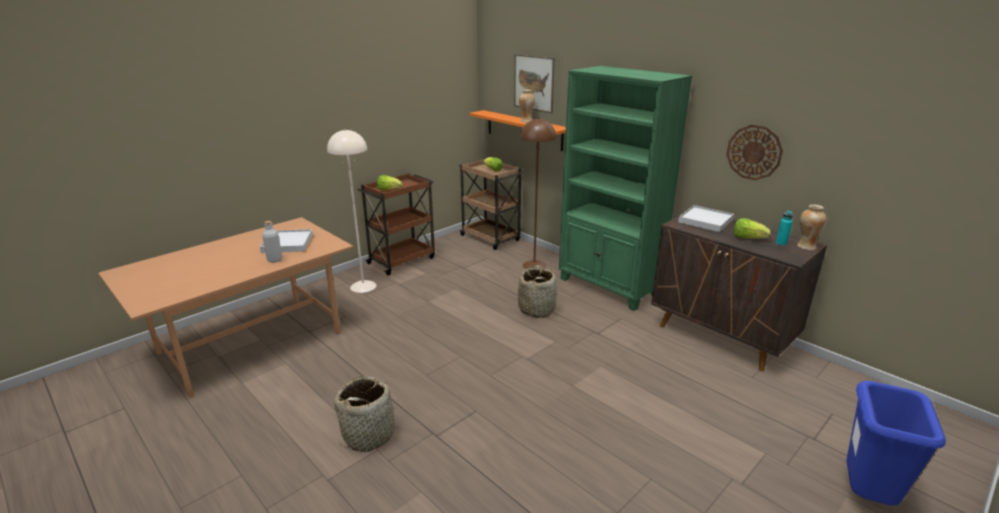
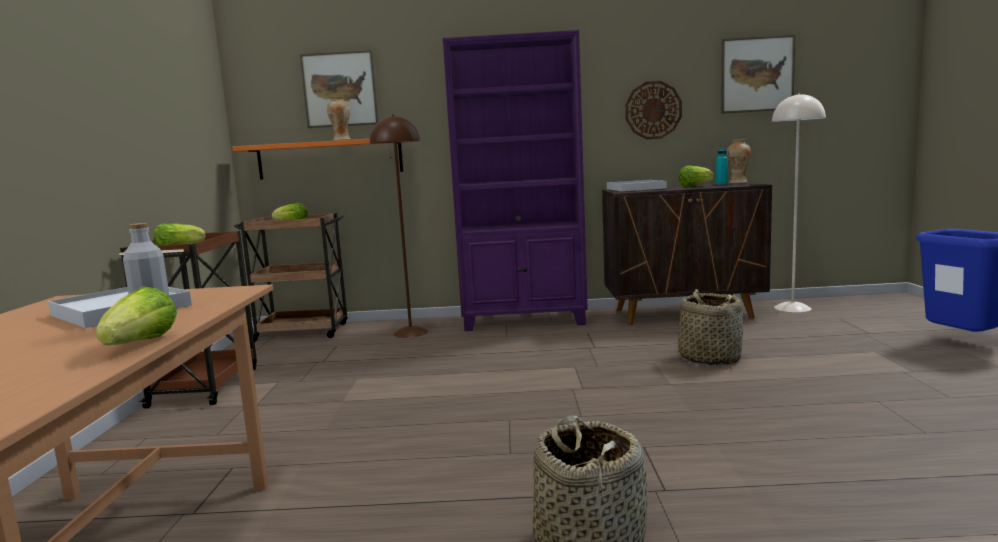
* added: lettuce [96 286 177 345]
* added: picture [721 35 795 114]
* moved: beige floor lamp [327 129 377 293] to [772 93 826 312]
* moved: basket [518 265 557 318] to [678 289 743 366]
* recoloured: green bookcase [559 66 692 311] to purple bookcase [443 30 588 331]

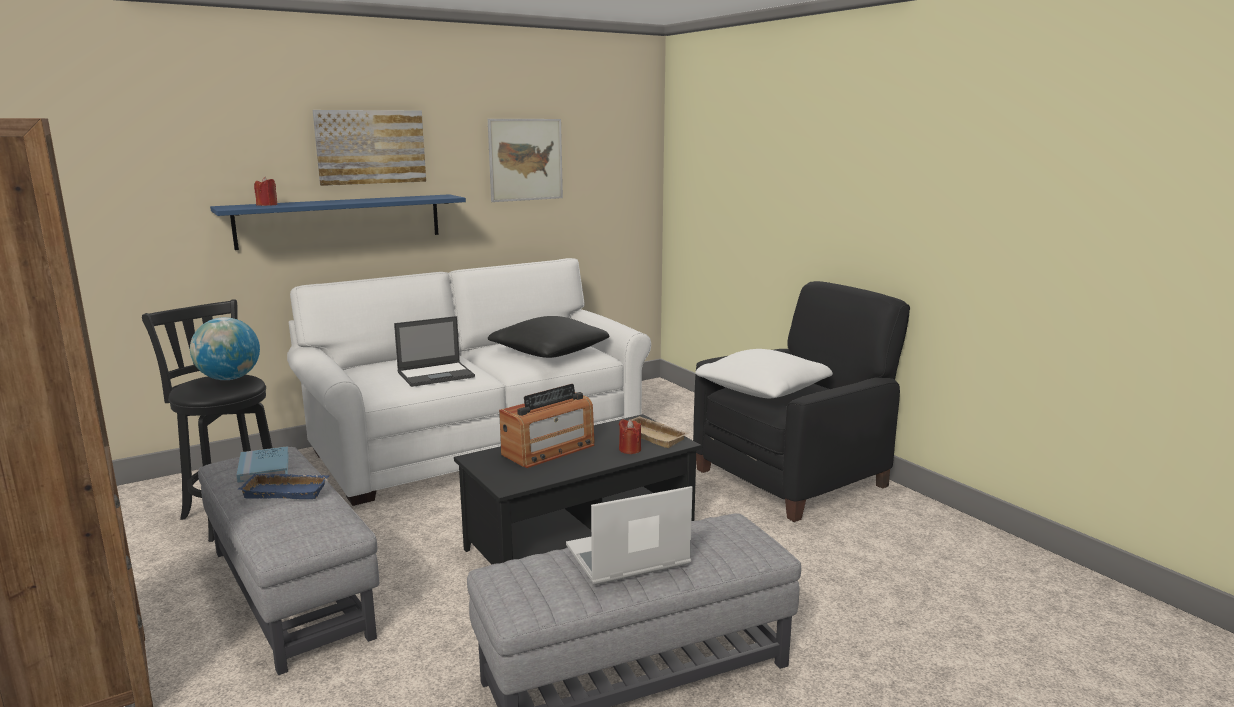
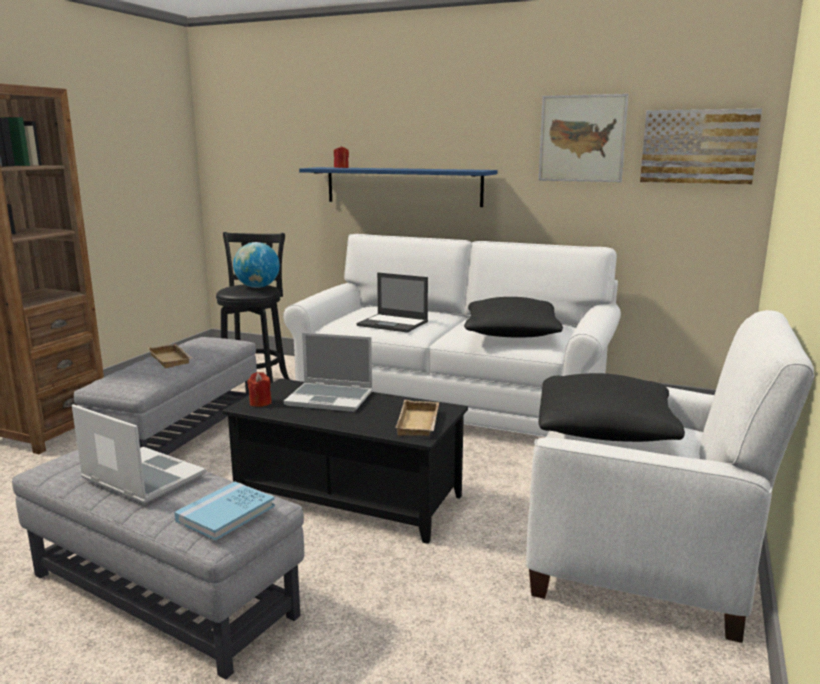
* moved: blue book [237 446 289 483] to [174 482 275 541]
* moved: picture [313 110 426 186] to [640 108 762 184]
* moved: red candle [619 419 641 454] to [247 372 272 407]
* replaced: radio [499 384 595 468] to laptop [284 332 373 412]
* recoloured: blue tray [238 474 330 499] to beige tray [147 344 192 368]
* recoloured: black armchair [693 281 910 522] to white armchair [526 310 814 643]
* recoloured: white pillow [695 349 833 398] to black pillow [538 373 685 442]

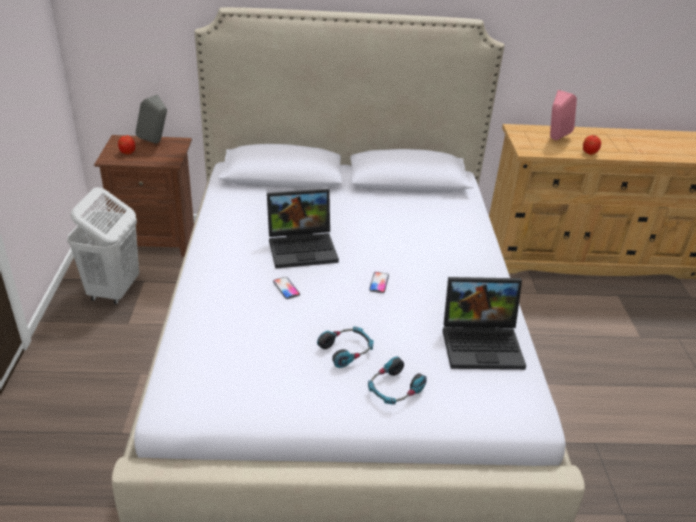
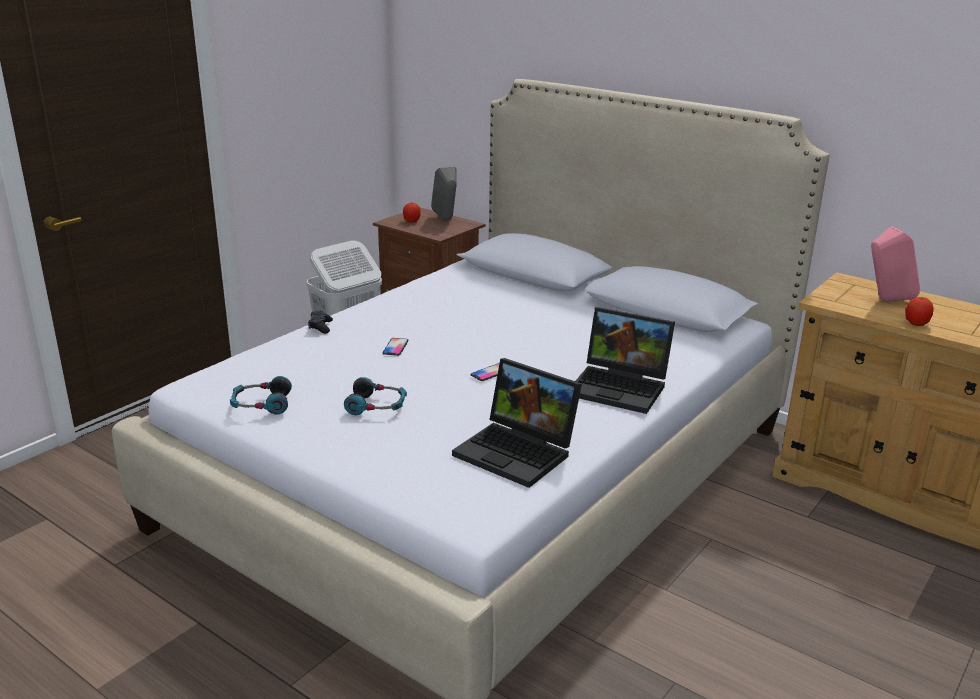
* added: black game controller [308 311 333 334]
* moved: laptop [267 189 339 268] to [576 307 675 414]
* moved: headphones [368 357 427 405] to [230 376 292 414]

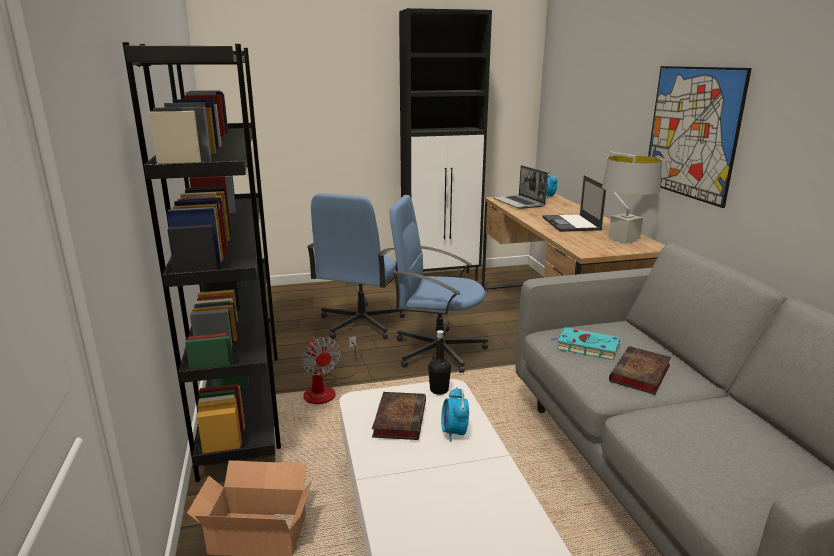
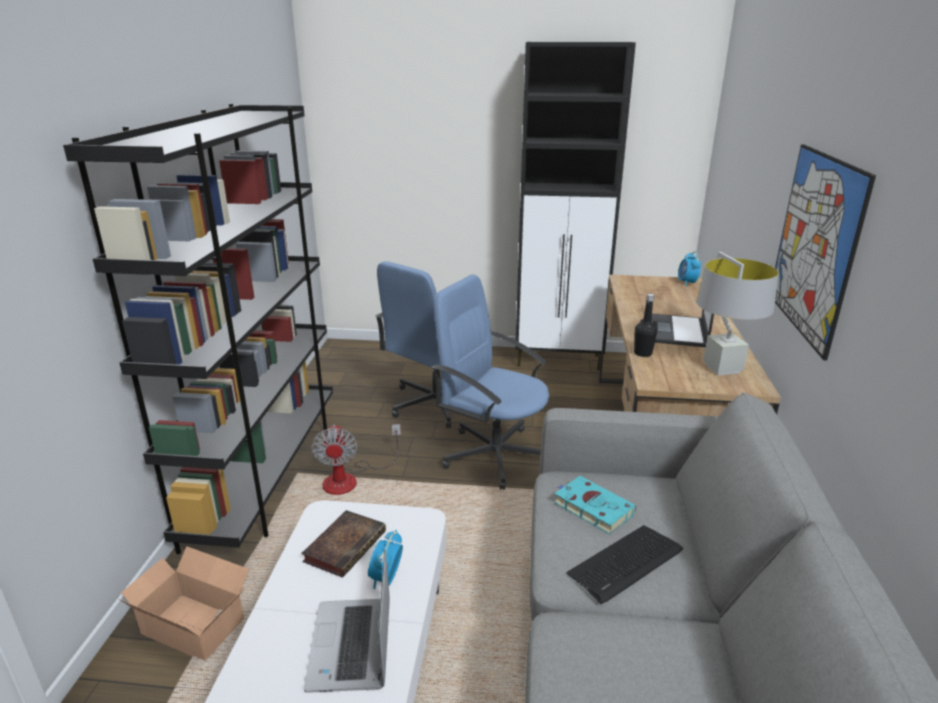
* moved: black bottle [428 330 451 395] to [634 294 657 357]
* moved: laptop [493 165 548 209] to [304 549 390 693]
* replaced: book [609 346 671 395] to keyboard [566 525 683 604]

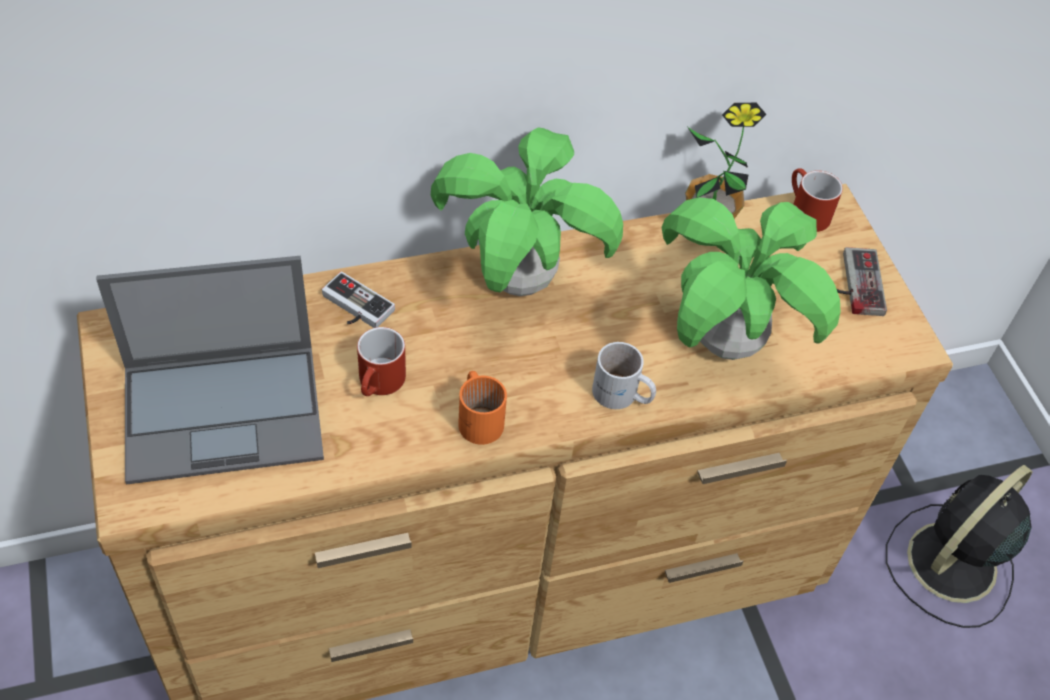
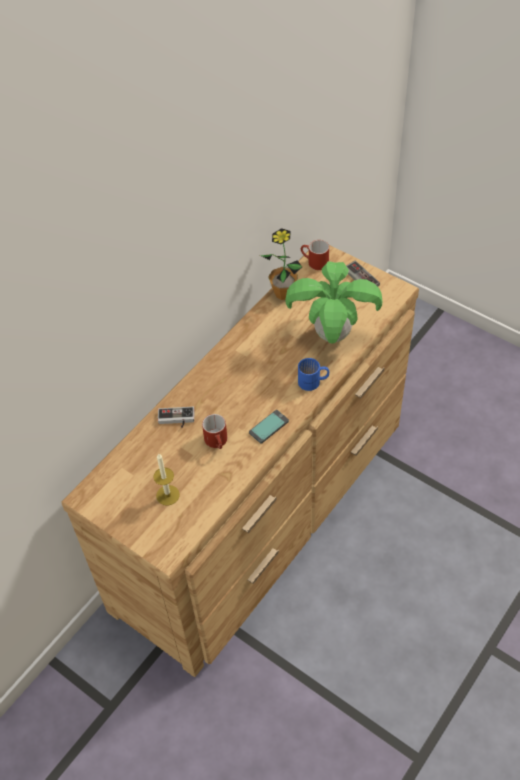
* removed: potted plant [431 128 623 296]
* removed: black fan [886 465 1032 628]
* replaced: laptop [96 256 324 484] to candle [153 454 180 506]
* replaced: orange mug [458 371 507 445] to phone [249 410 289 443]
* recoloured: white mug [592 342 656 409] to blue mug [298 358 329 391]

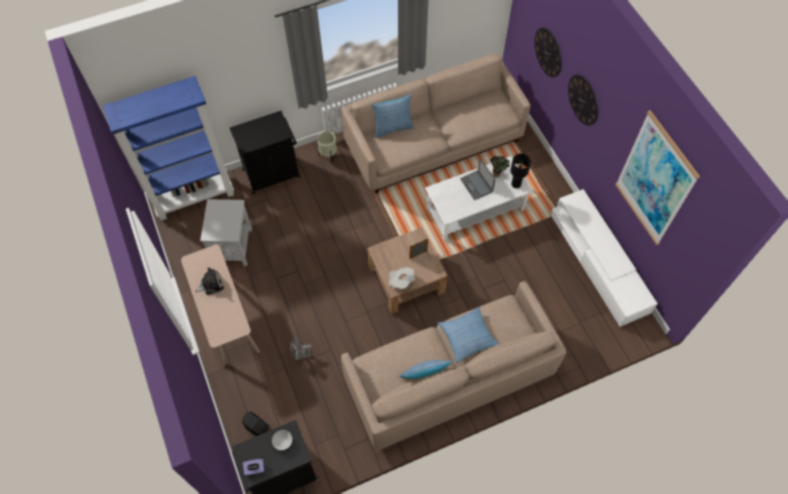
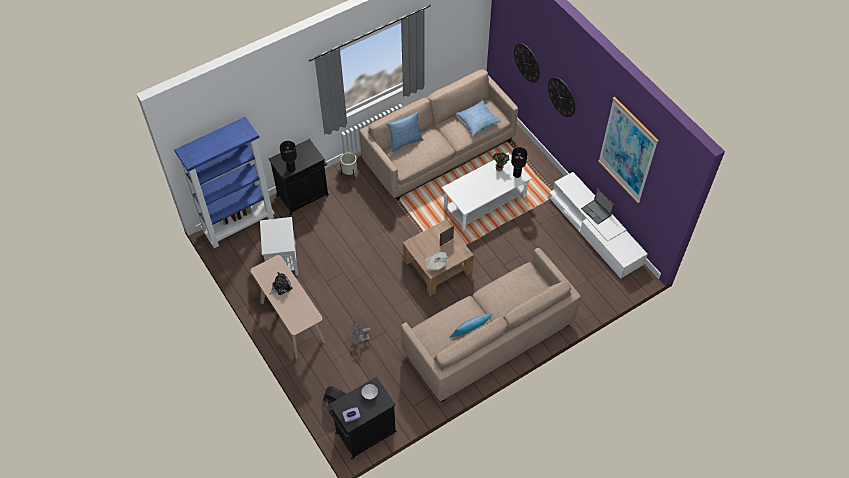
* added: black table lamp [280 141 297 172]
* moved: pillow [437 306 499 363] to [455 100 502 136]
* moved: laptop [460 158 495 200] to [581 189 614 225]

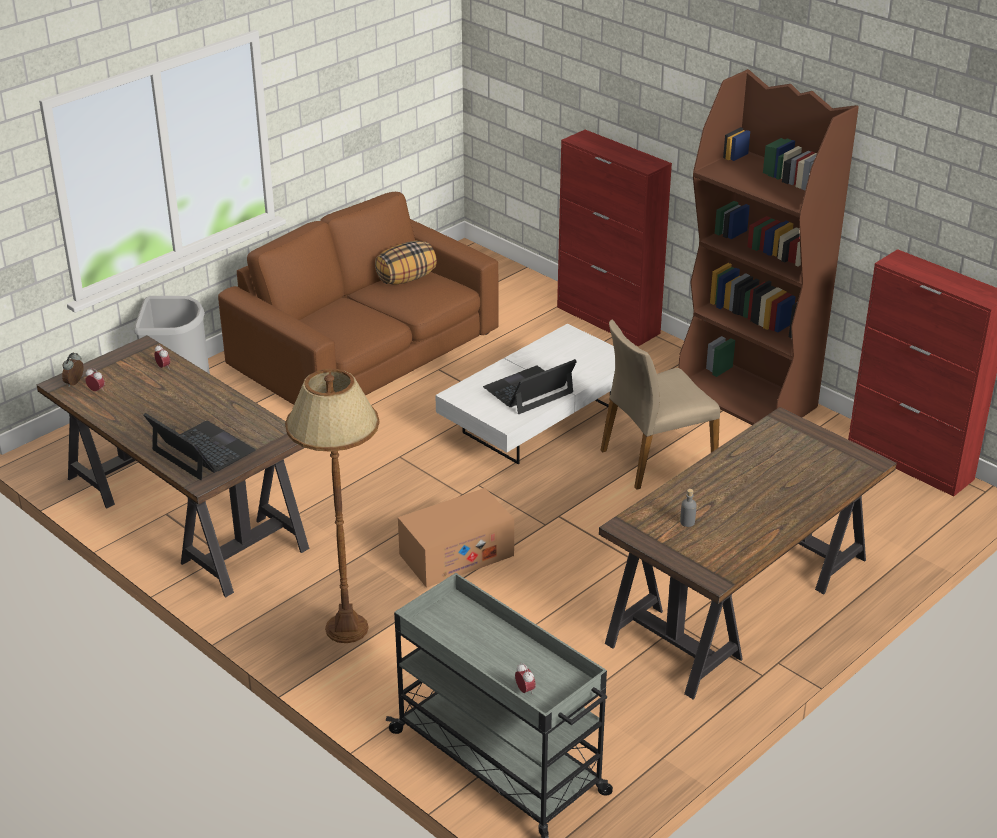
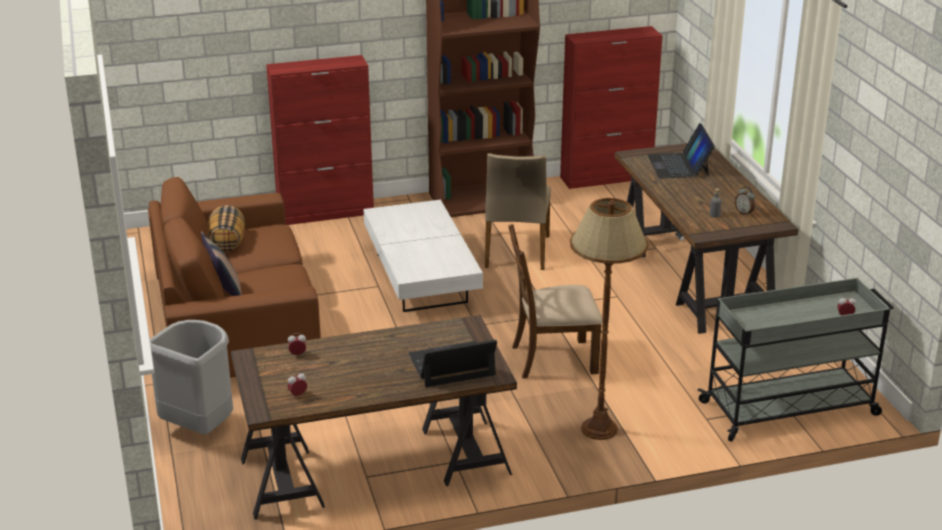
* added: pillow [201 231 242 296]
* moved: alarm clock [62 353 84 387] to [735 187 755 216]
* moved: laptop [483 359 577 414] to [647 123 715 178]
* replaced: cardboard box [398 488 514 588] to brown chair [508 224 602 379]

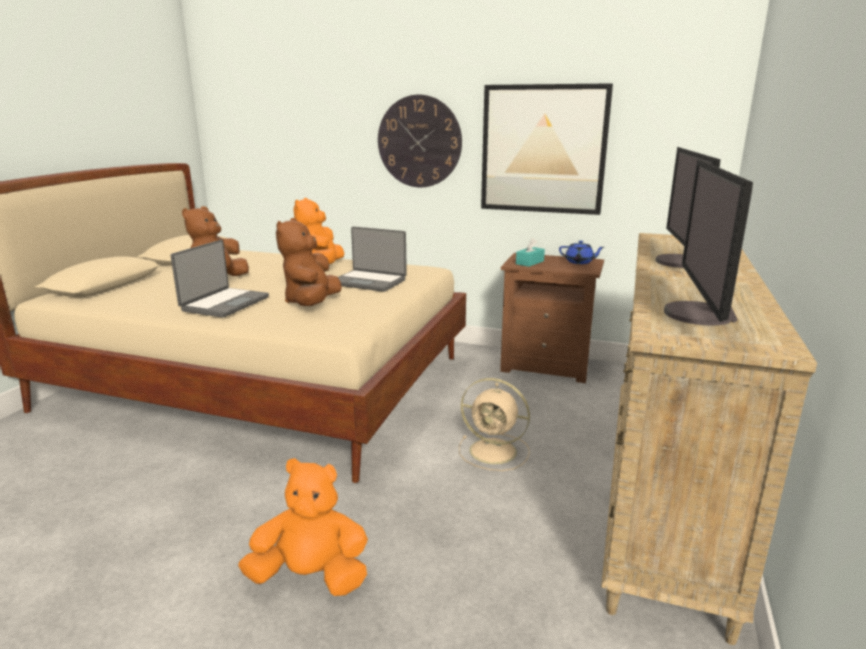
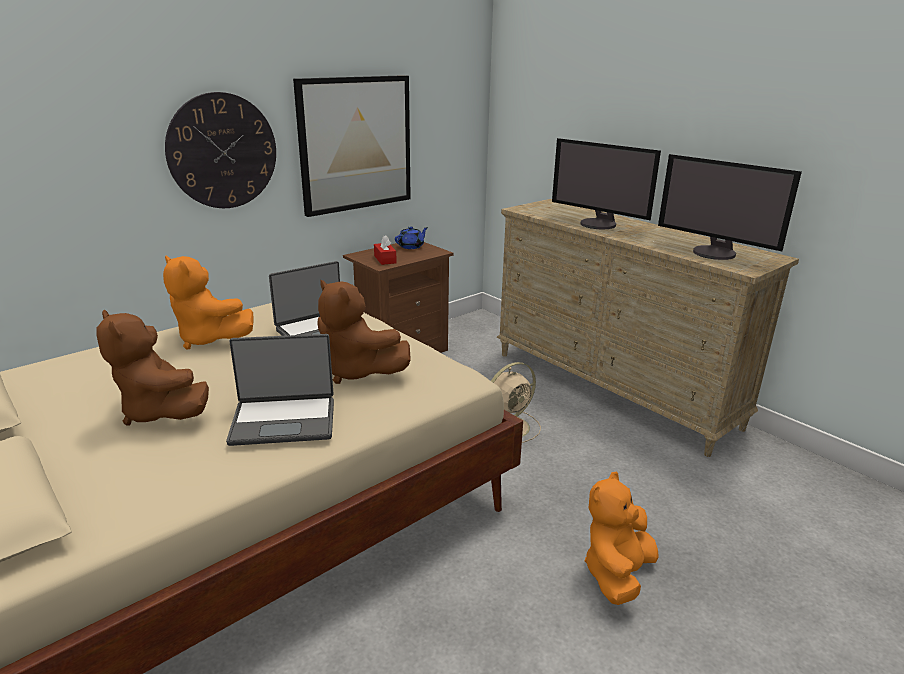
* recoloured: turquoise tissue box [516 238 545 267] to red tissue box [374 235 397 265]
* turned: laptop [171 240 269 318] = [226 334 334 446] 120 degrees clockwise

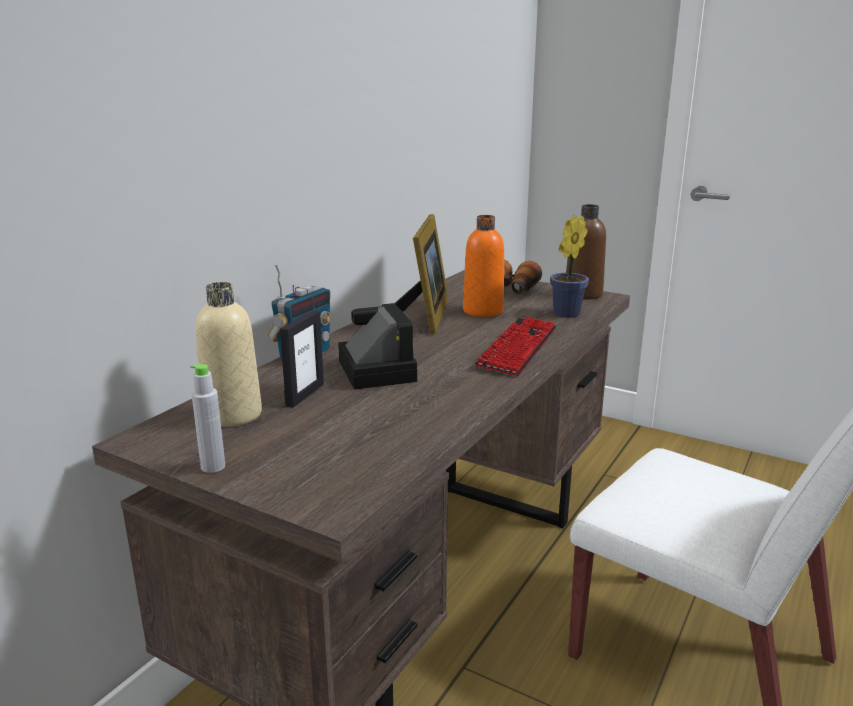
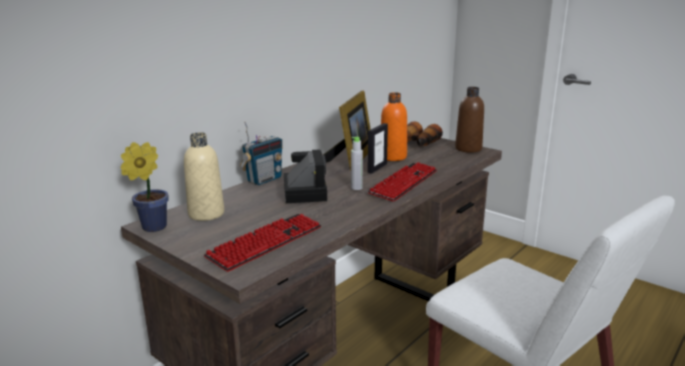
* added: keyboard [204 214 321 272]
* moved: grey bottle [190 364 225 473] to [351 137 363 190]
* moved: picture frame [280 310 324 408] to [367 123 388 174]
* moved: potted plant [550 215 589 318] to [120 142 168 232]

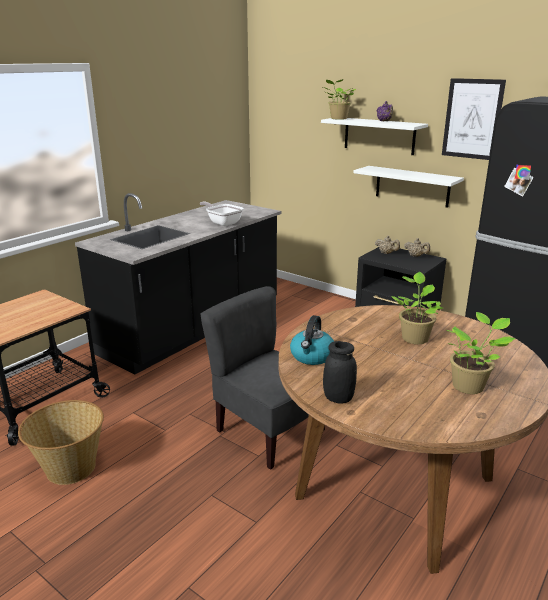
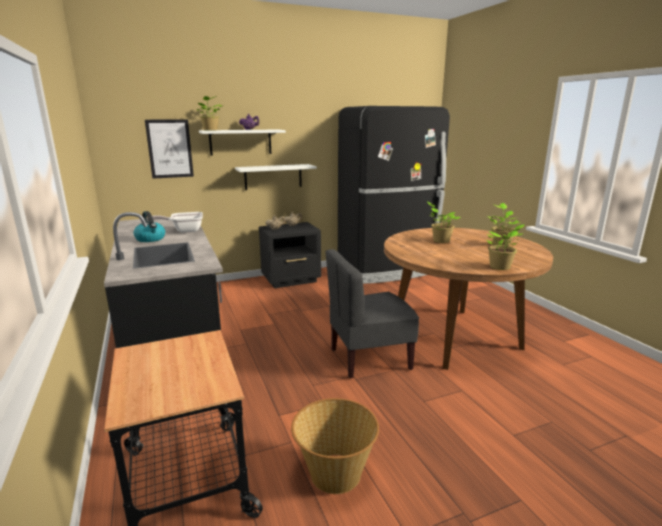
* moved: kettle [290 315 334 365] to [133 211 165 242]
* moved: picture [442 78 506 160] to [145 120 194 179]
* replaced: black jar [323 341 357 404] to potted plant [486 224 525 270]

